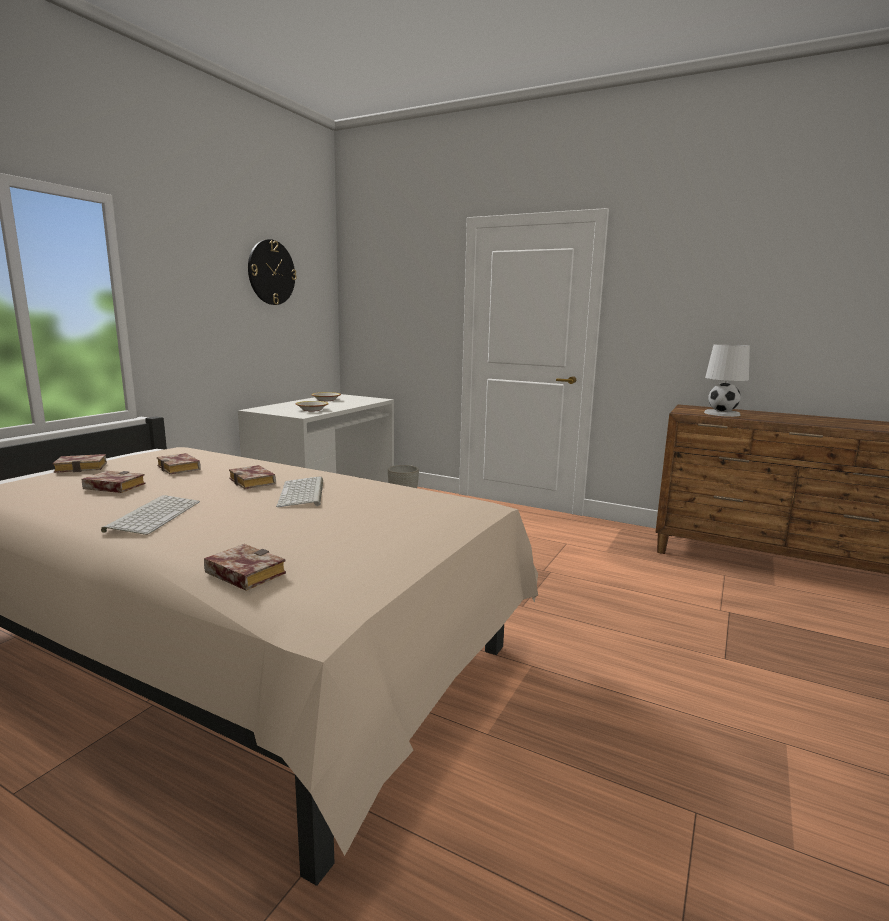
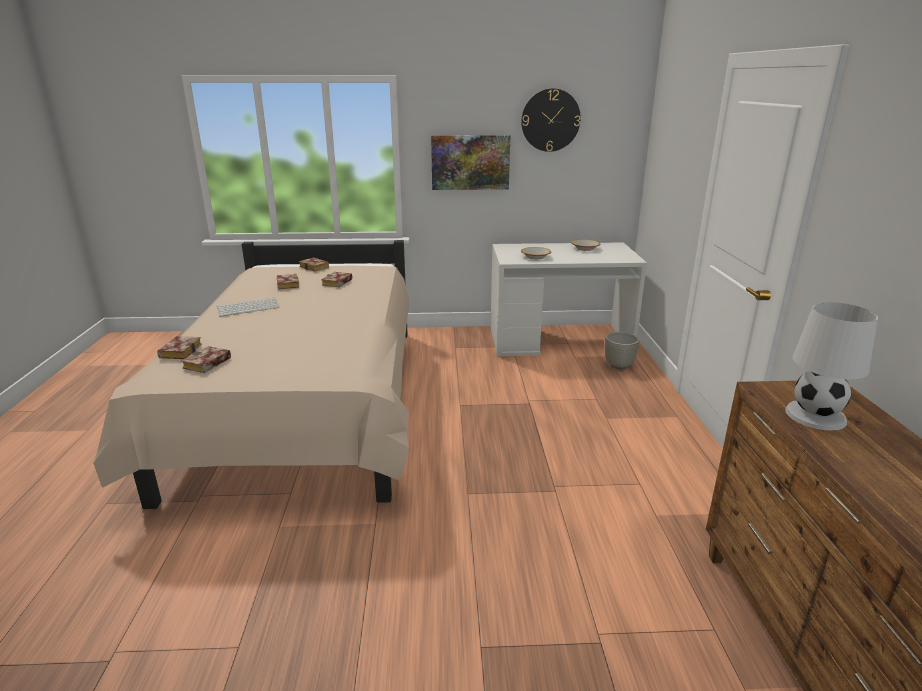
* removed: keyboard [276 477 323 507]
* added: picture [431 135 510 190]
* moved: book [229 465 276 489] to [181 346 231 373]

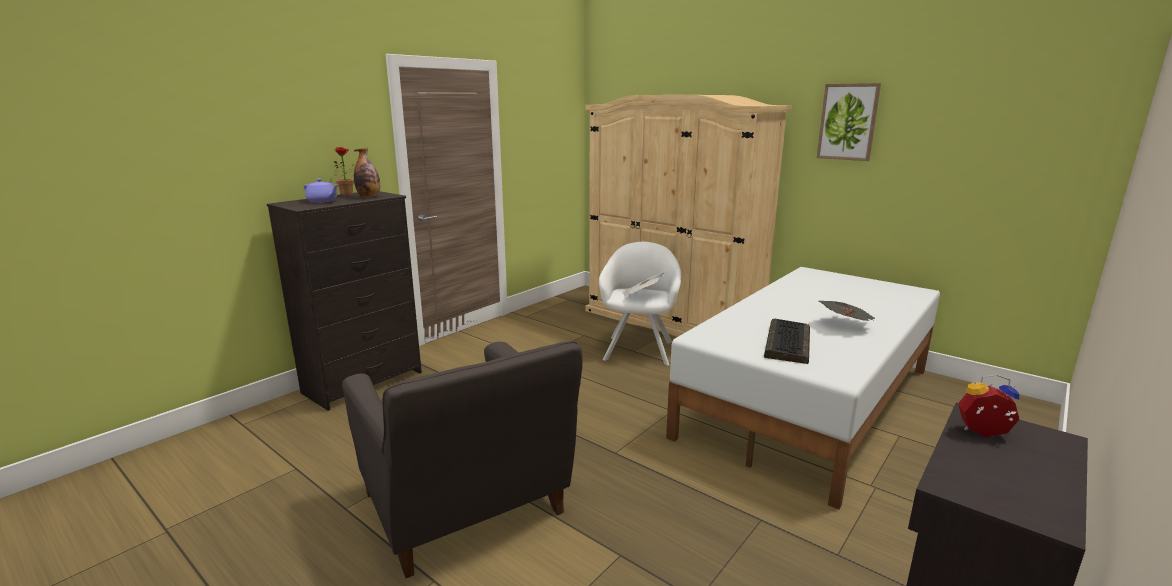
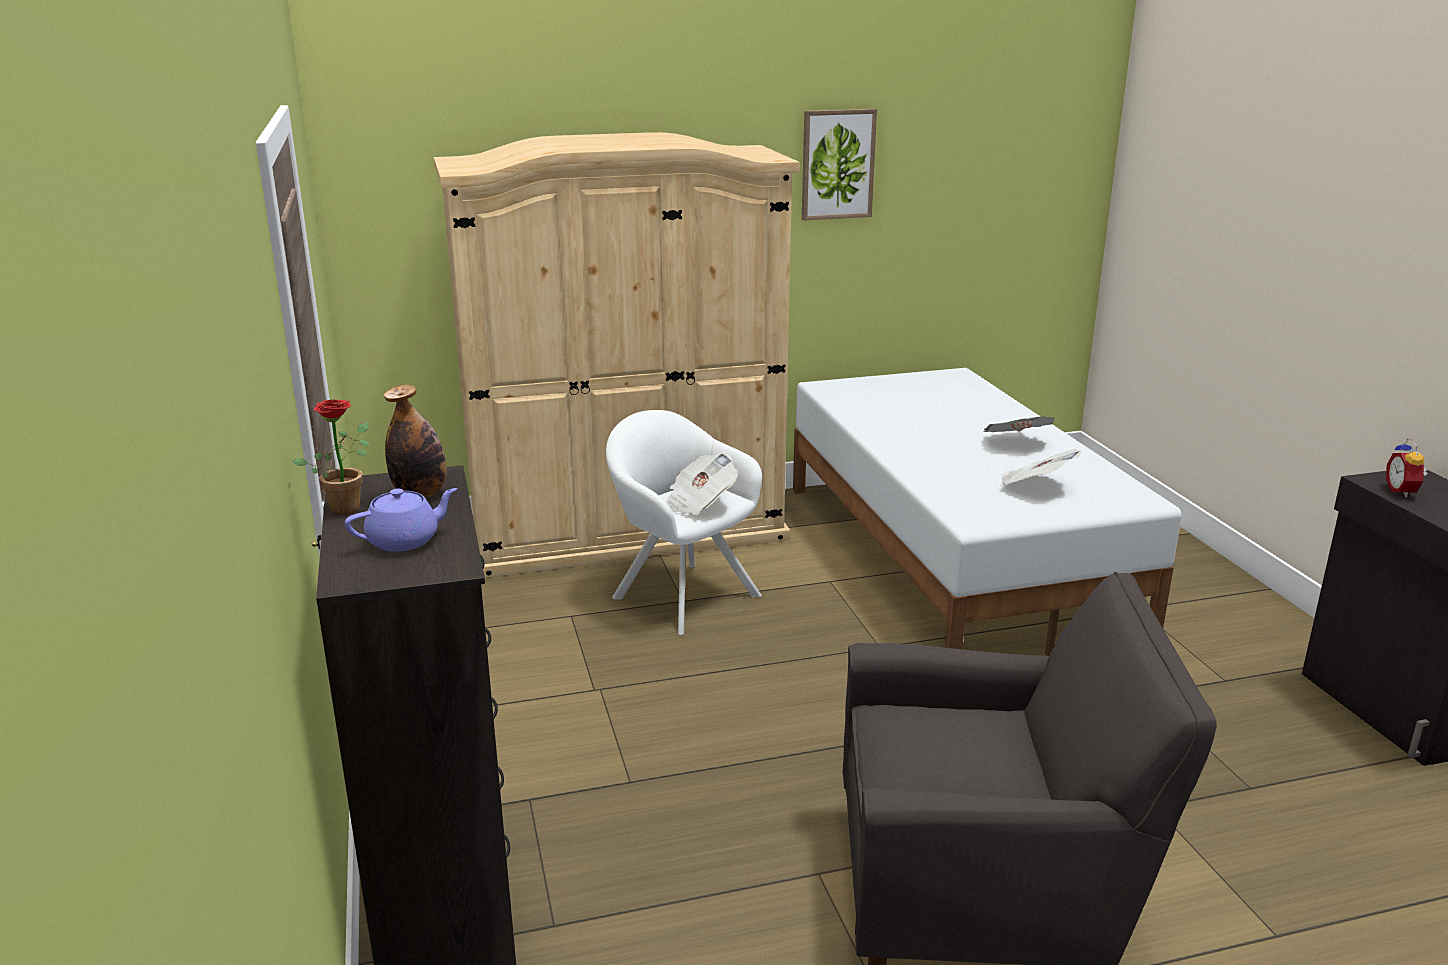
* replaced: keyboard [764 319 810 364] to newspaper [1000 449 1081 486]
* turned: alarm clock [958 375 1020 437] = [1386 438 1428 498] 45 degrees counterclockwise

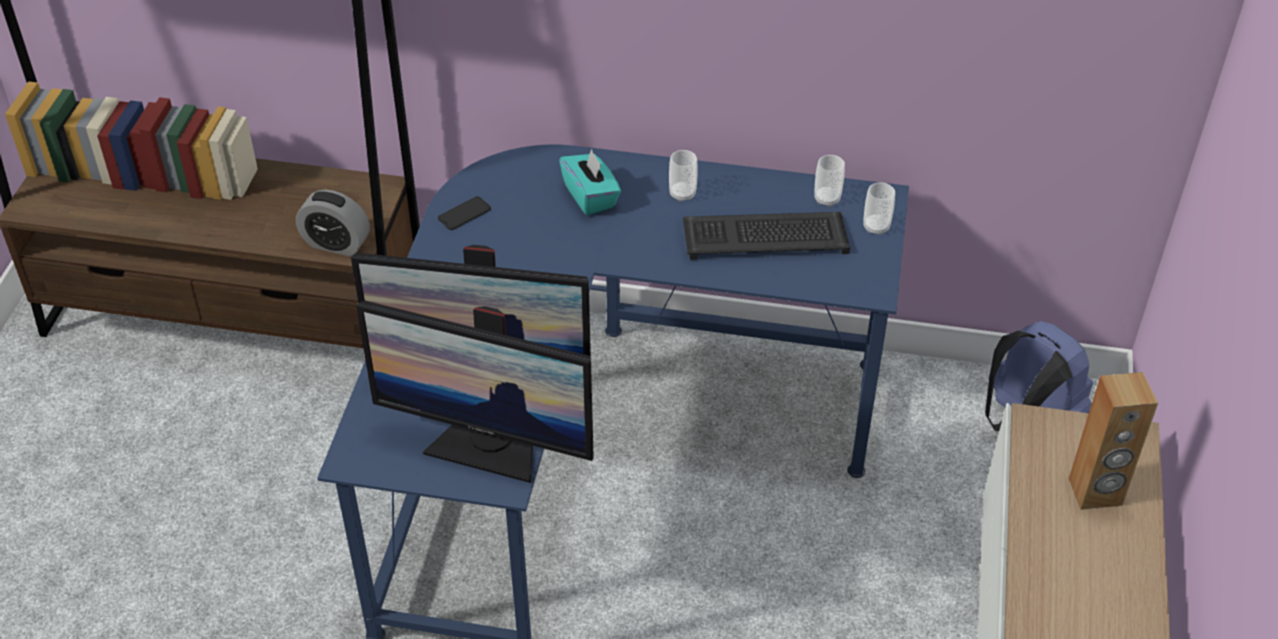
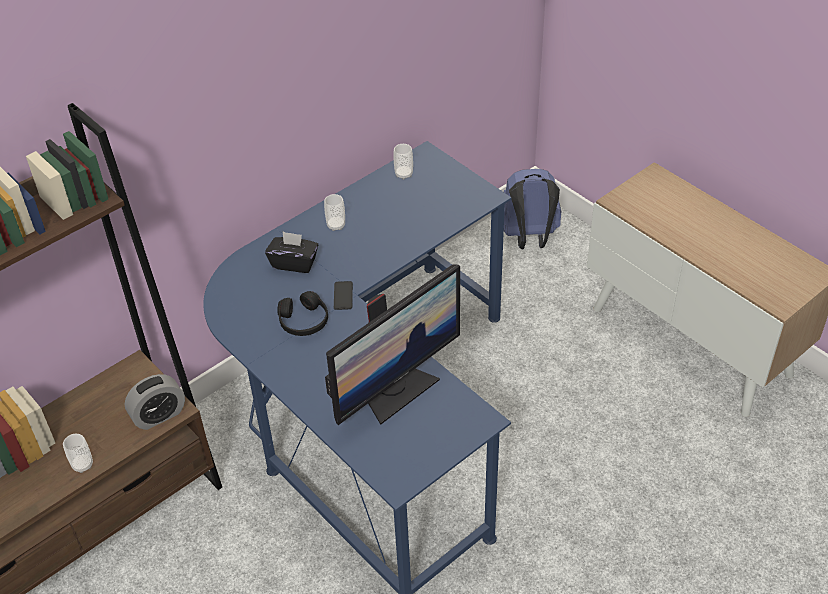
* removed: monitor [356 301 594 483]
* removed: keyboard [683 212 850 260]
* removed: brown speaker [1069 372 1158 510]
* added: black headphones [277 291 328 336]
* moved: phone [438 196 491 230] to [334 281 353 310]
* moved: cup [863 182 895 235] to [63 434 93 473]
* recoloured: turquoise tissue box [559 148 621 215] to black tissue box [265 232 318 273]

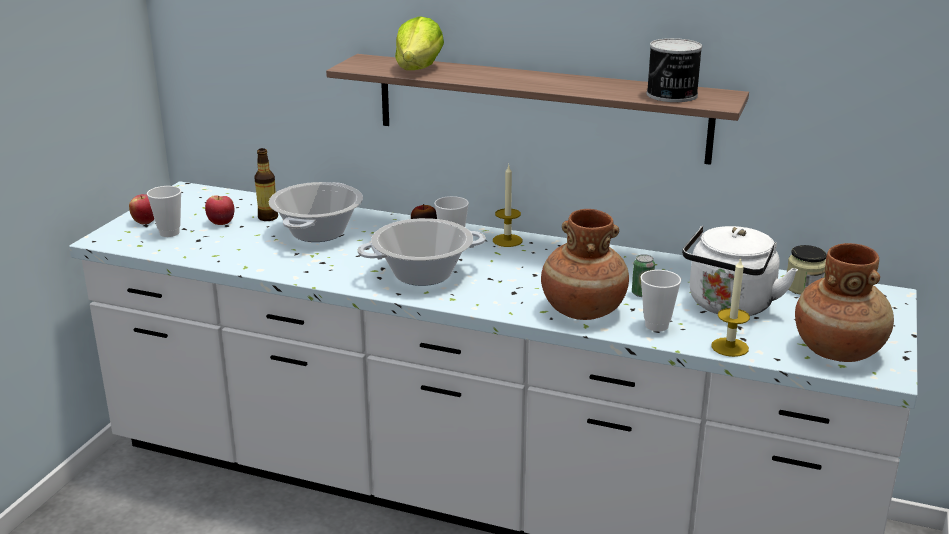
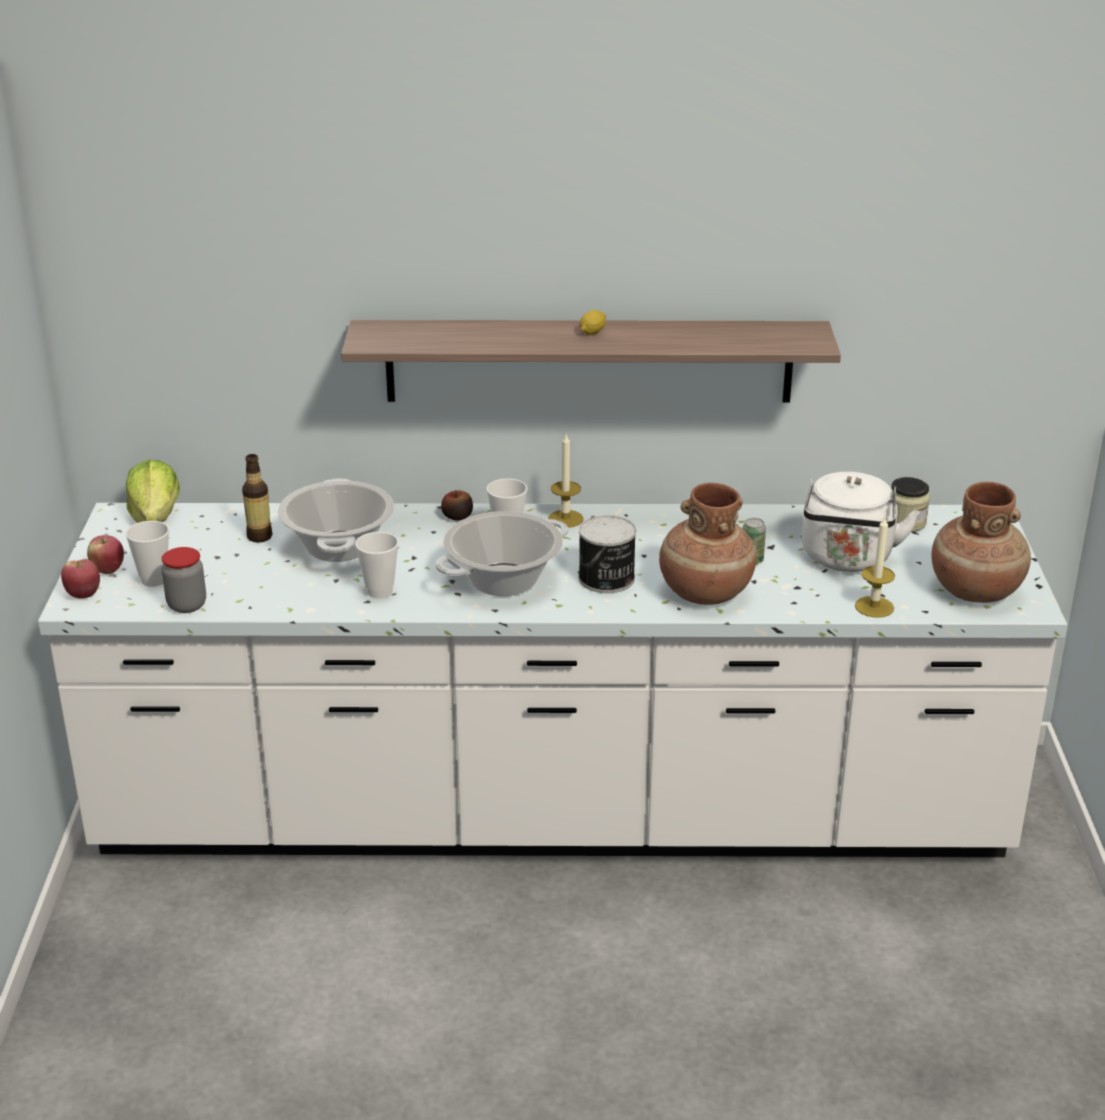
* added: jar [162 547 206 613]
* added: lemon [580 310 606 335]
* moved: apple [205 195 234 225] to [61 559 100 599]
* moved: lettuce [395 16 444 70] to [126 460 180 523]
* moved: cup [640 270 681 332] to [355 532 399 599]
* moved: can [647 38 702 102] to [578 515 636 593]

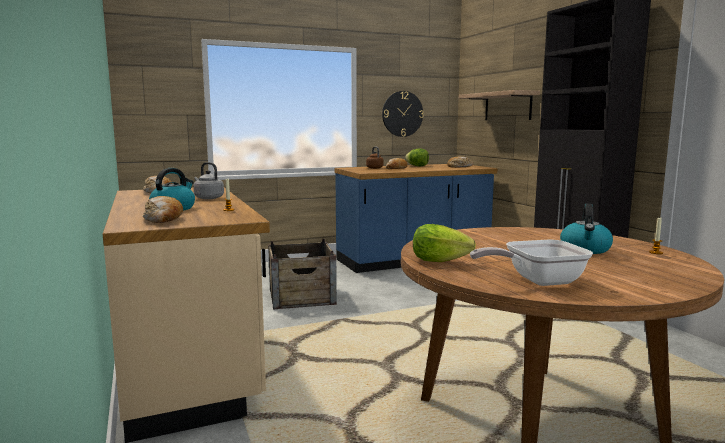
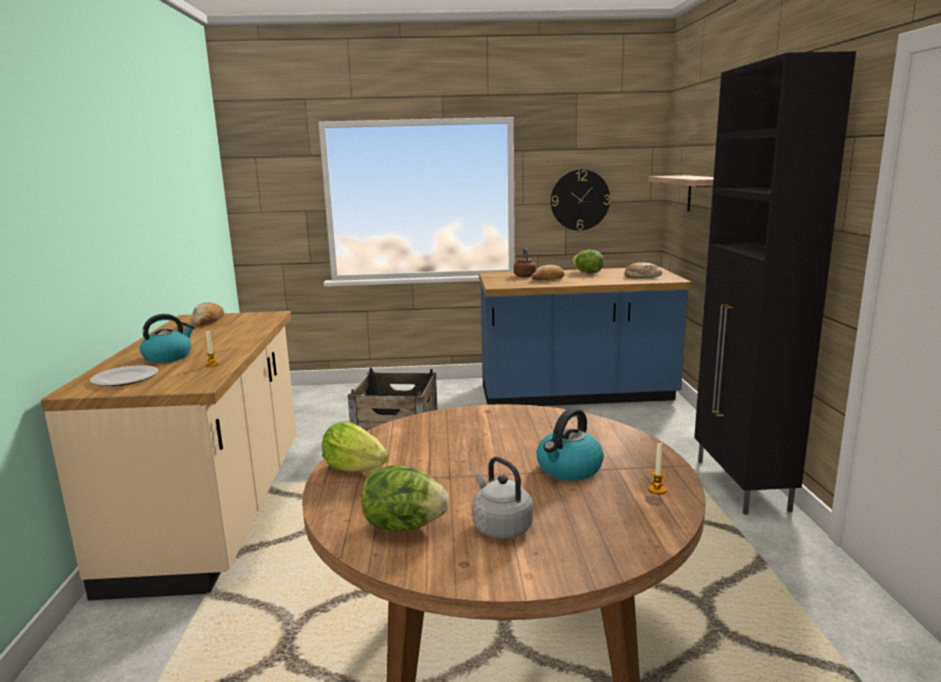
* moved: grey kettle [193 162 224 199] to [472 457 533 539]
* replaced: bread [142 196 183 223] to plate [90 365 159 386]
* replaced: frying pan [470 240 593 286] to lettuce [361 465 449 531]

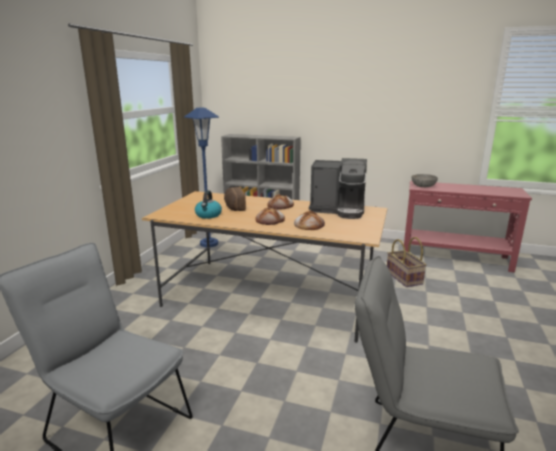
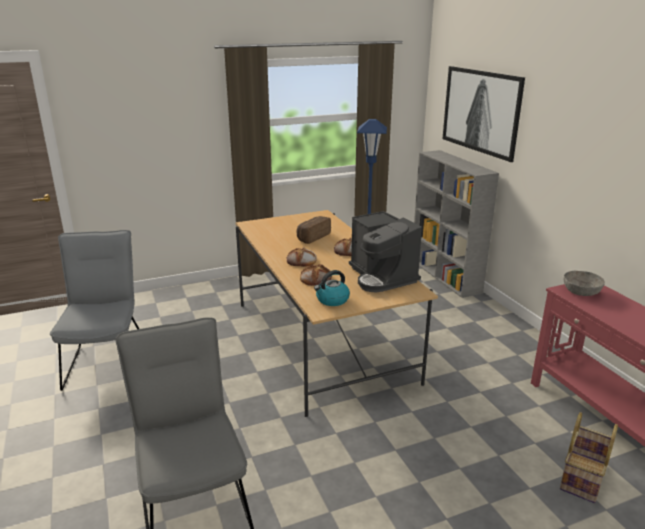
* added: picture [442 66 525 162]
* moved: kettle [195 190 222 219] to [314 270 350 306]
* moved: basket [387 237 427 287] to [560 412 618 503]

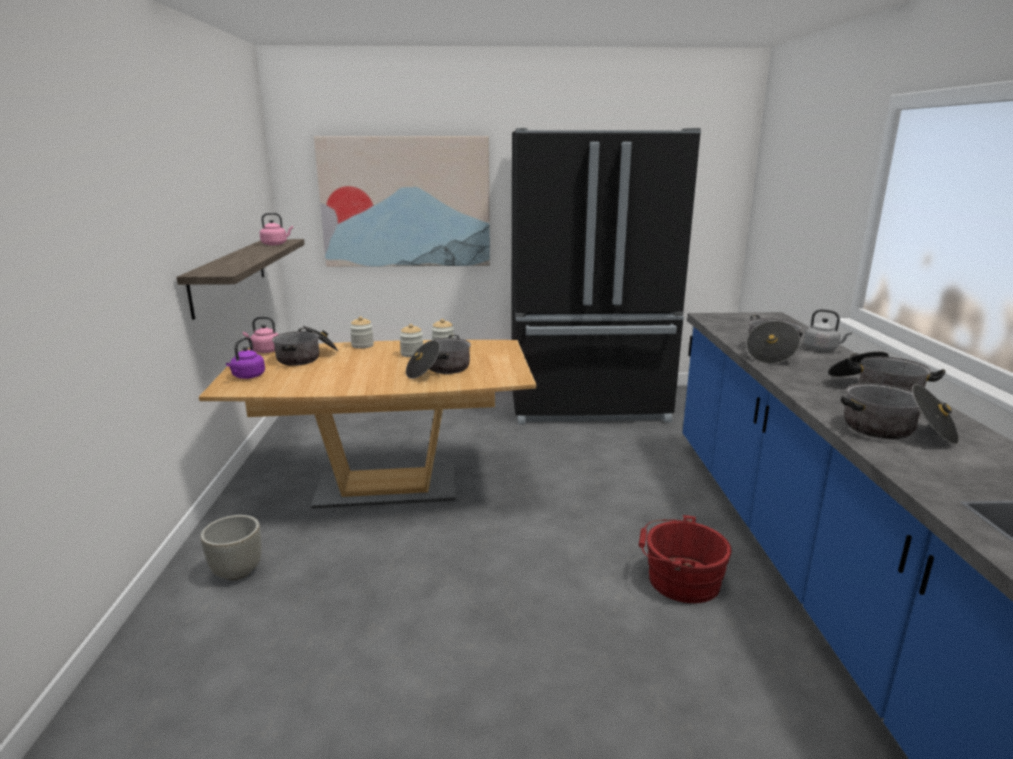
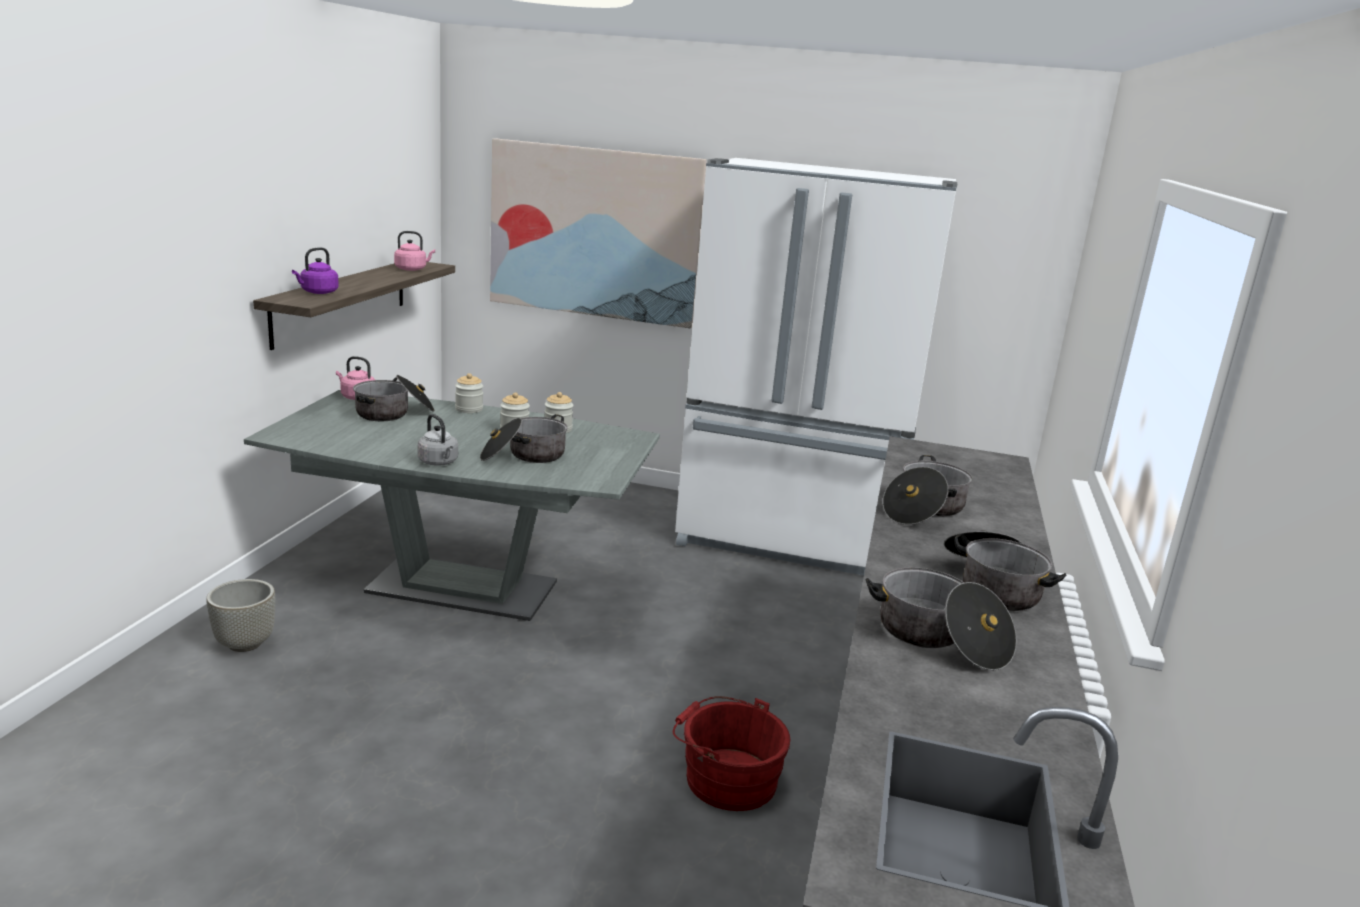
* moved: purple kettle [226 337 265 379] to [292 247 339 294]
* moved: grey kettle [804 309 852 351] to [417 414 458 466]
* recoloured: brown dining table [199 340 536 508] to grey dining table [244 390 660 621]
* recoloured: black fridge [511 128 701 424] to white fridge [675 158 957 575]

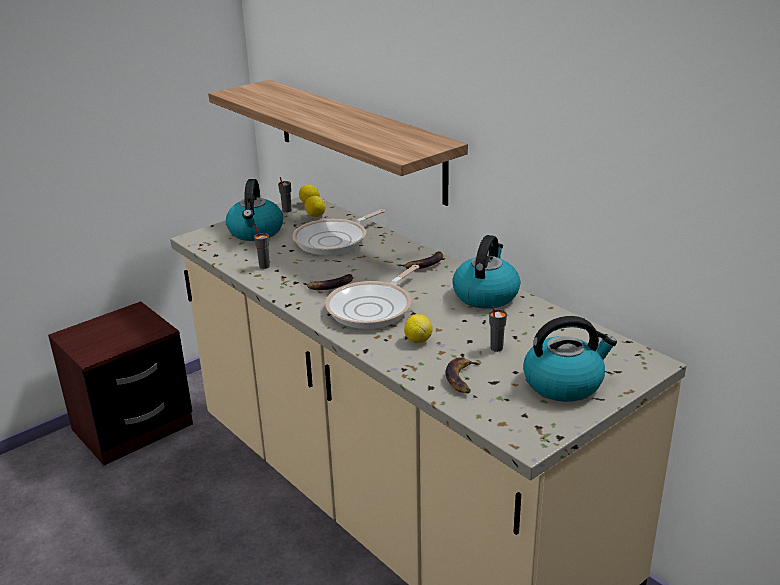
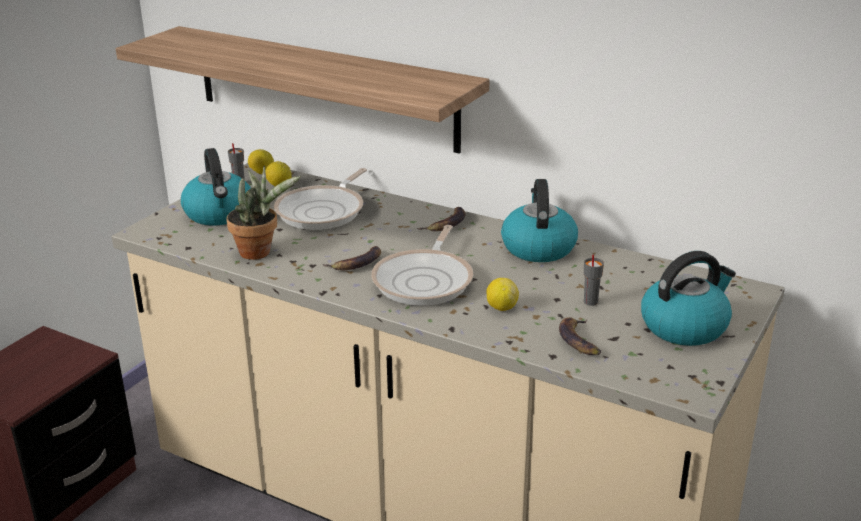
* replaced: grey cup [254 224 270 269] to potted plant [226 166 301 260]

